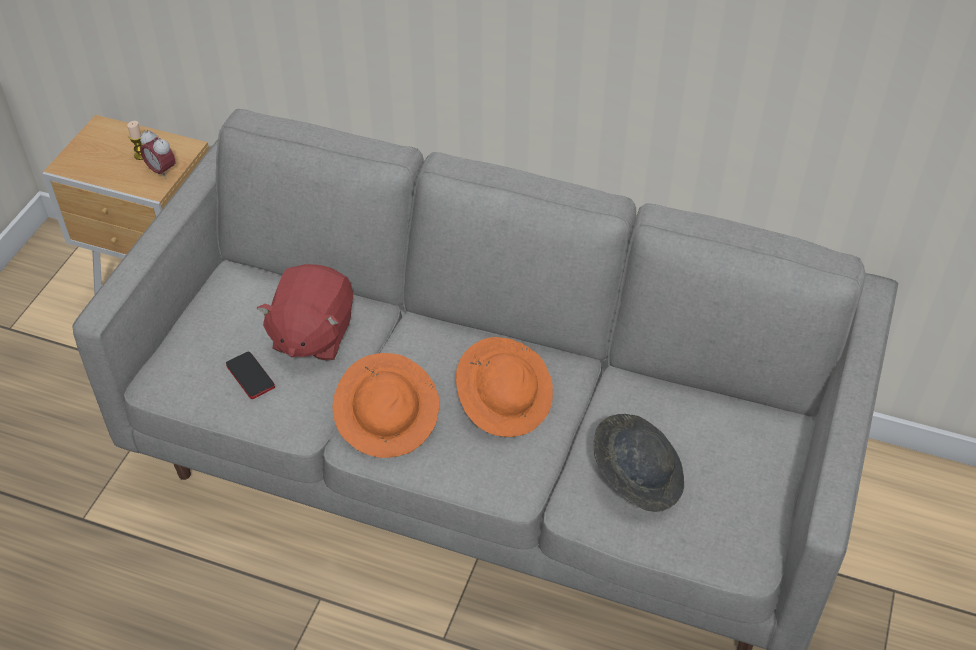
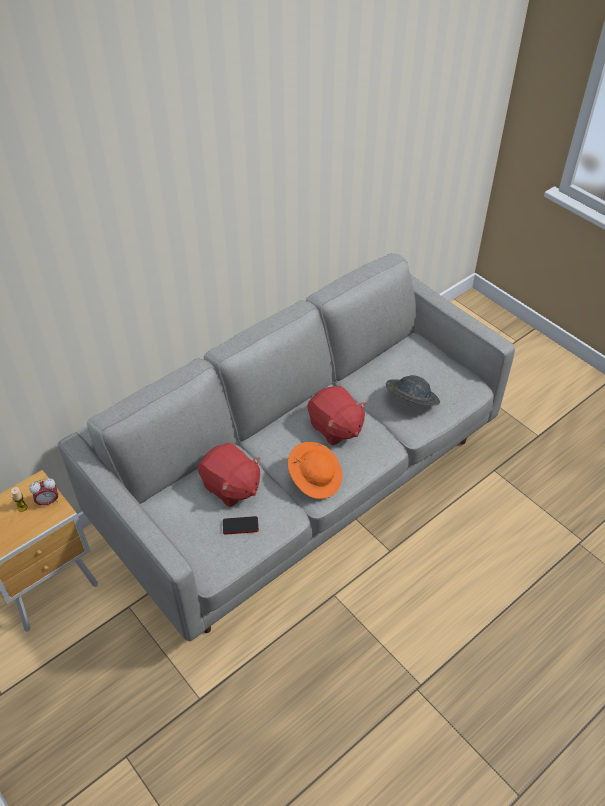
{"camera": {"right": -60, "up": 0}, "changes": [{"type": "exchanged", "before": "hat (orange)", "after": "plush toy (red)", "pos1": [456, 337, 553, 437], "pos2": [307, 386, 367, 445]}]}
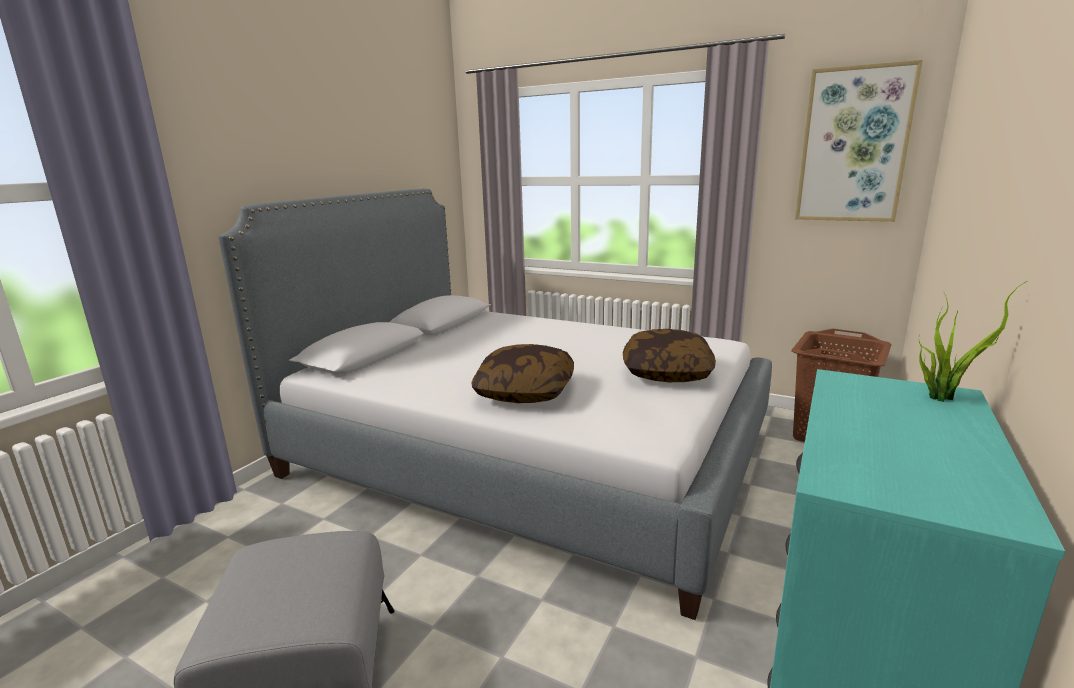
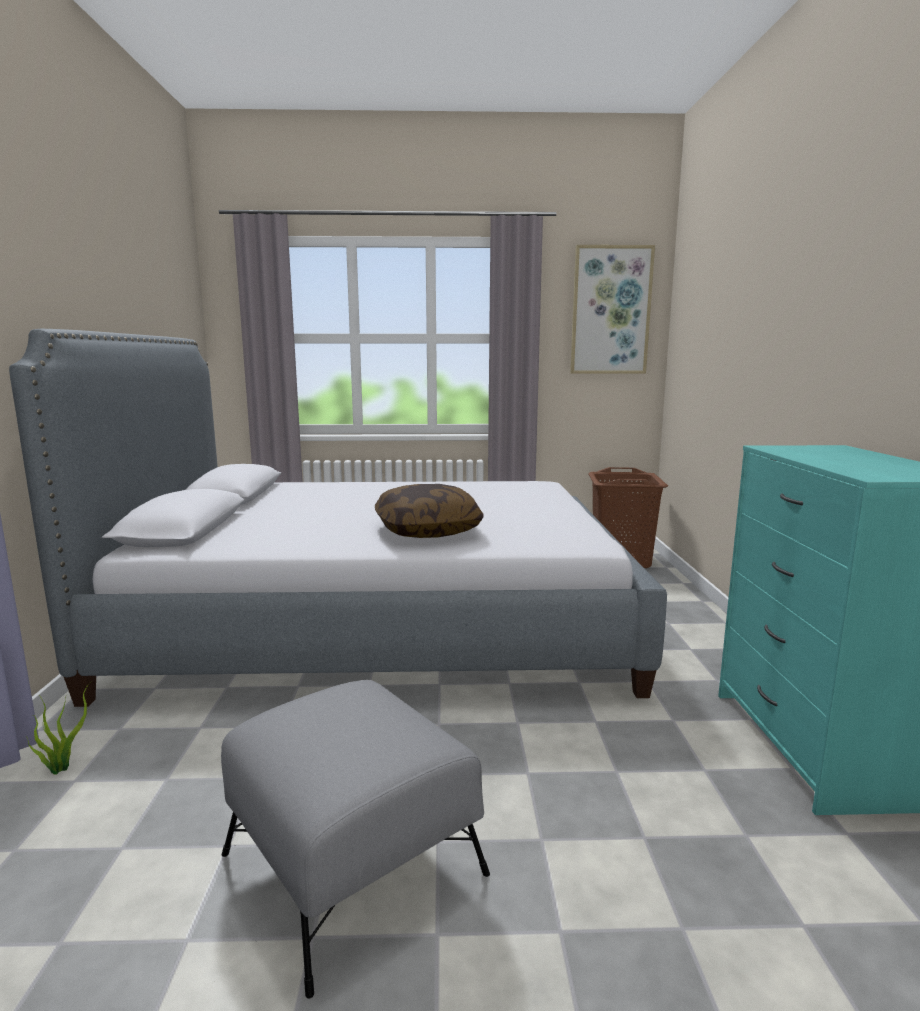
{"camera": {"right": -30, "up": -5}, "changes": [{"type": "missing", "before": "pillow", "pos1": [623, 329, 716, 382]}, {"type": "relocated", "before": "potted plant", "pos1": [919, 281, 1027, 402], "pos2": [26, 681, 92, 774]}]}
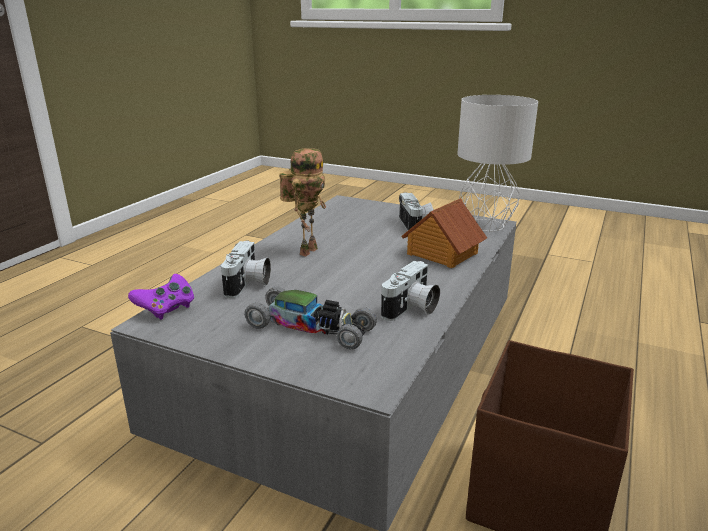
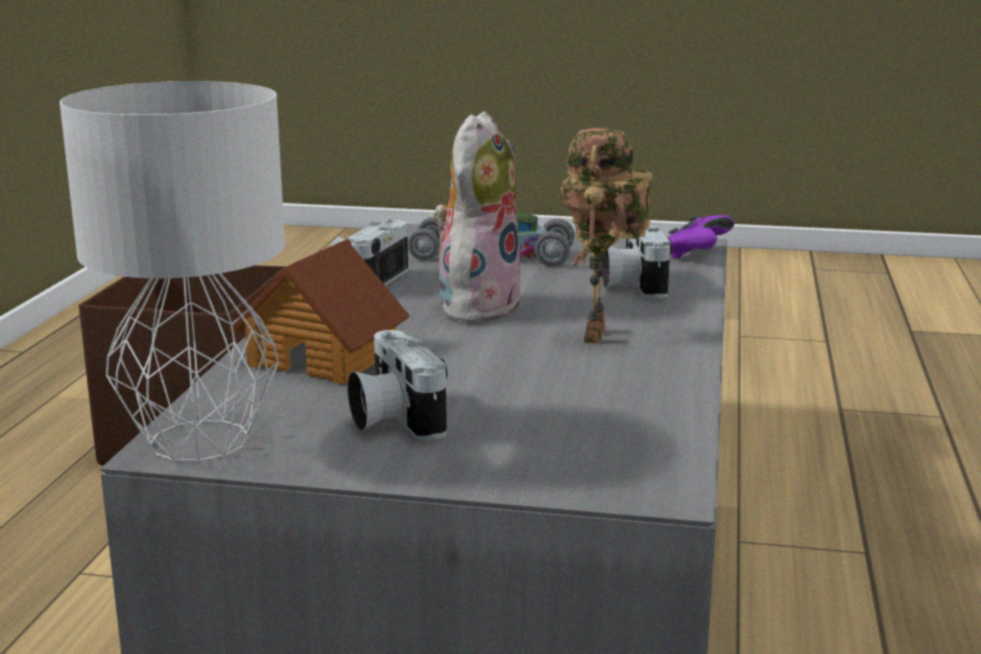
{"camera": {"right": 165, "up": -5}, "changes": [{"type": "appeared", "after": "plush toy", "pos2": [434, 111, 523, 323]}]}
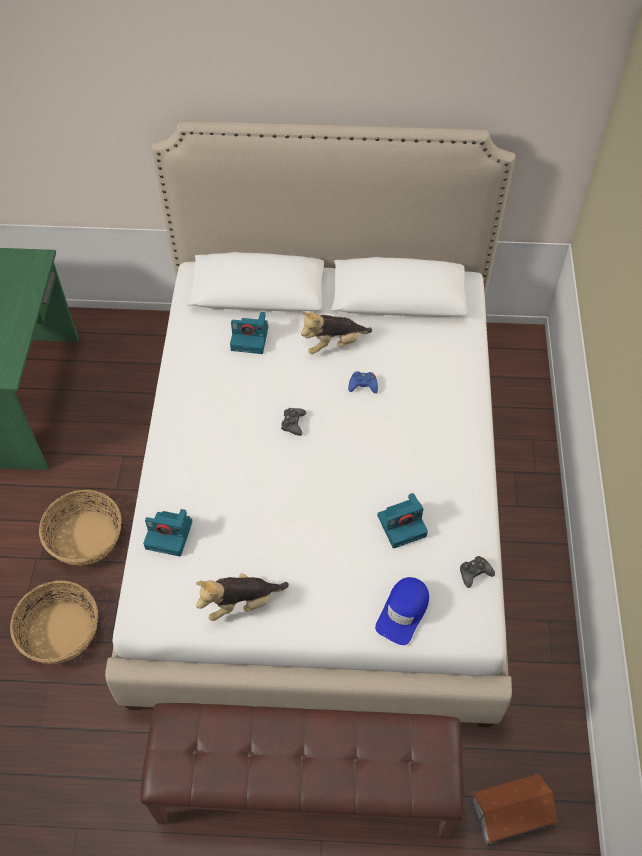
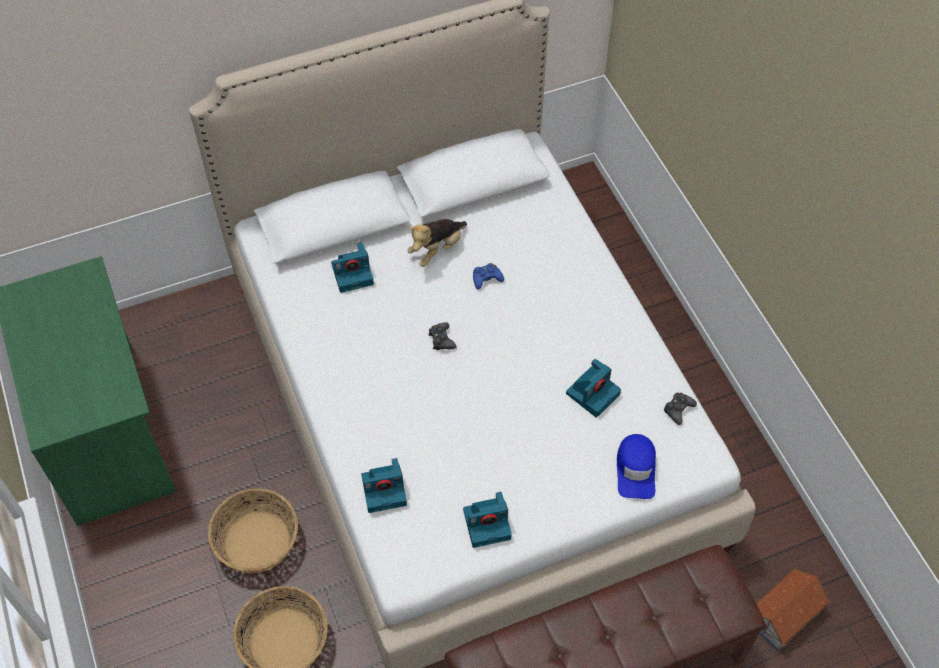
{"camera": {"right": -25, "up": 0}, "changes": [{"type": "exchanged", "before": "plush toy", "after": "photo camera", "pos1": [196, 573, 289, 621], "pos2": [463, 492, 512, 548]}]}
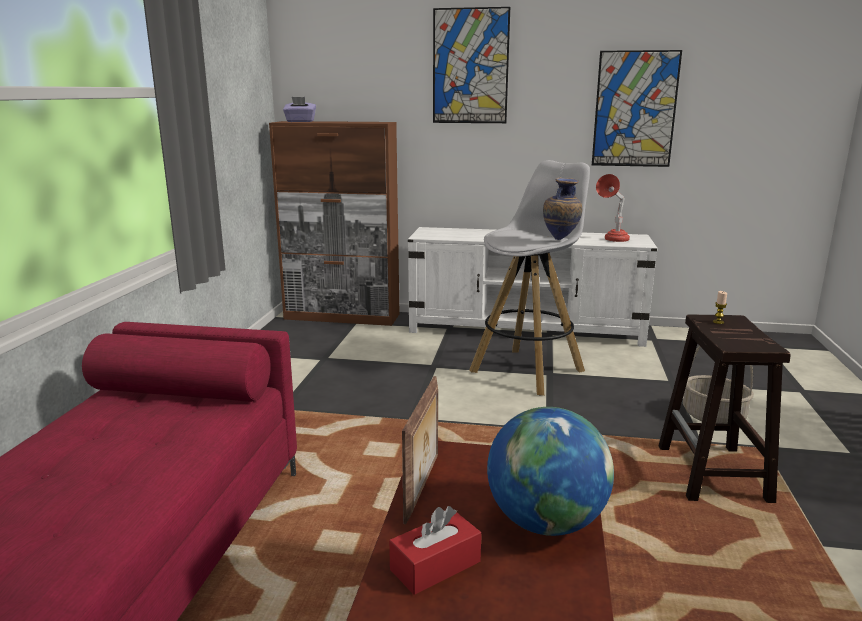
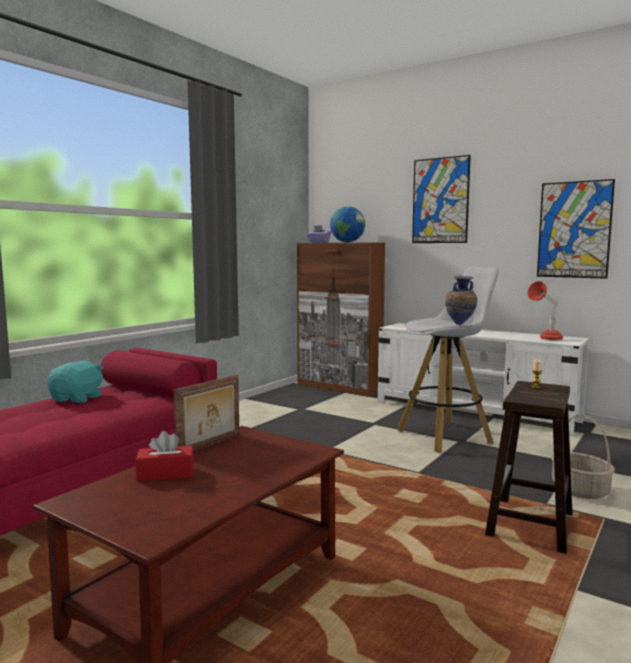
{"camera": {"right": 25, "up": -10}, "changes": [{"type": "relocated", "before": "globe", "pos1": [487, 407, 614, 536], "pos2": [330, 206, 365, 243]}, {"type": "appeared", "after": "plush toy (turquoise)", "pos2": [47, 361, 104, 404]}]}
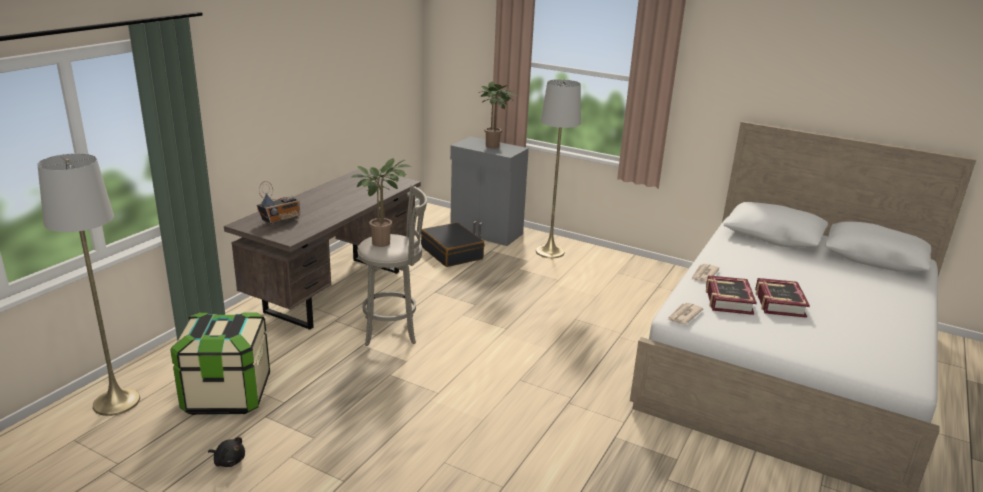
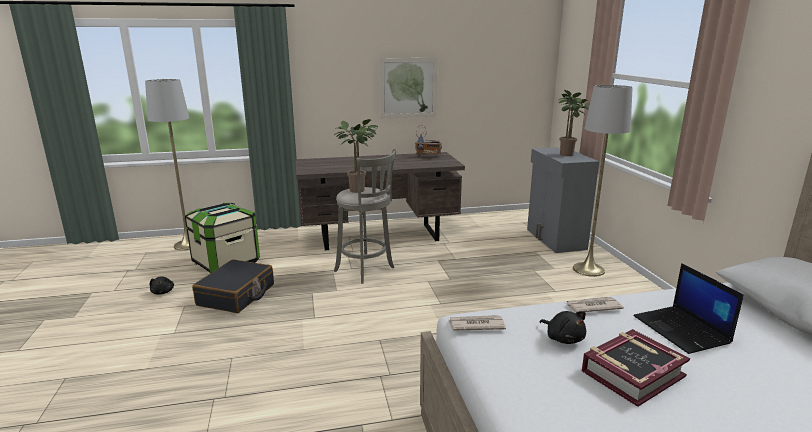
{"camera": {"right": 50, "up": -5}, "changes": [{"type": "relocated", "before": "radio", "pos1": [257, 181, 300, 226], "pos2": [415, 125, 442, 157]}, {"type": "relocated", "before": "suitcase (black)", "pos1": [421, 222, 485, 267], "pos2": [192, 259, 274, 313]}, {"type": "exchanged", "before": "book", "after": "plush toy (black)", "pos1": [706, 275, 757, 315], "pos2": [539, 311, 586, 344]}, {"type": "appeared", "after": "picture", "pos2": [380, 58, 437, 118]}, {"type": "appeared", "after": "laptop", "pos2": [633, 263, 744, 354]}]}
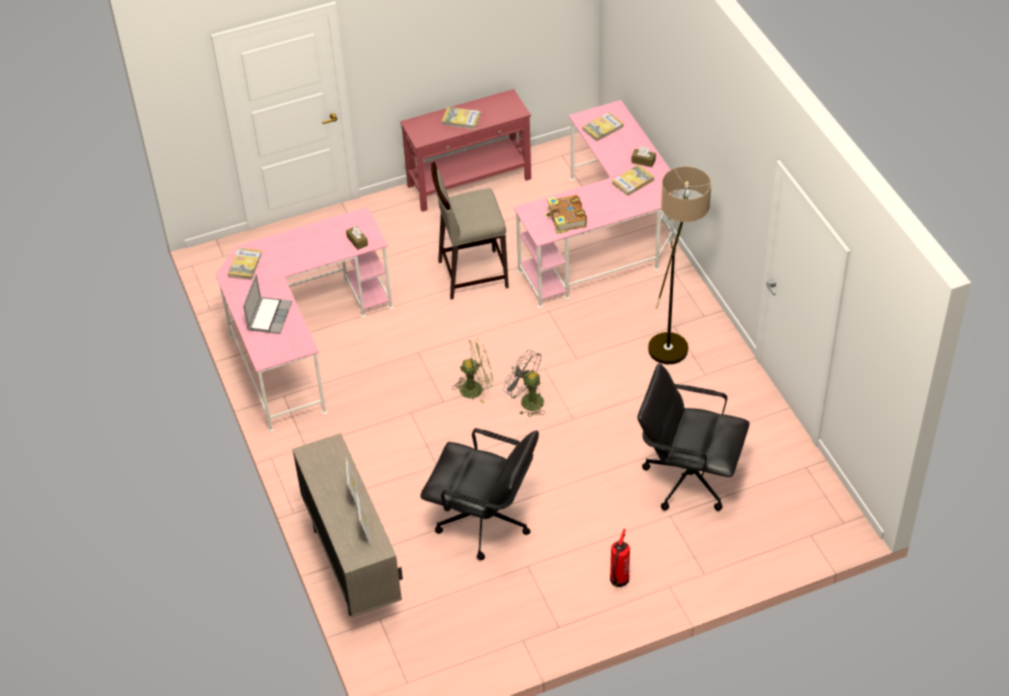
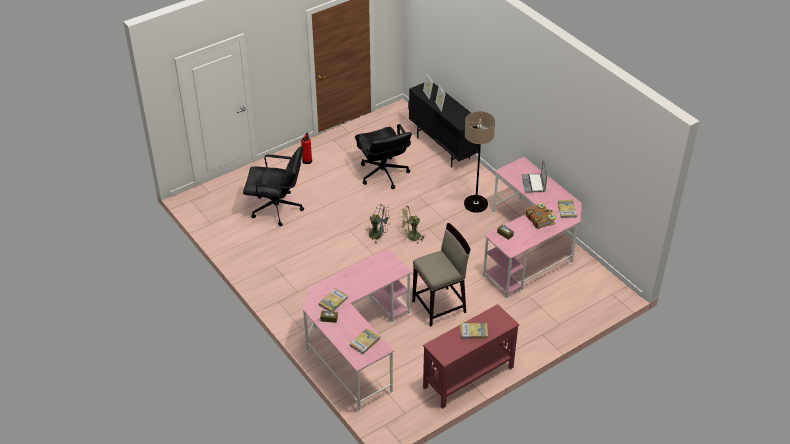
{"camera": {"right": 165, "up": -5}, "changes": [{"type": "colour", "before": "cabinet (beige)", "after": "cabinet (black)", "pos1": [292, 433, 403, 617], "pos2": [408, 82, 479, 168]}, {"type": "spun", "before": "office chair (black)", "pos1": [420, 428, 539, 560], "pos2": [355, 124, 412, 189], "turn": -120}, {"type": "relocated", "before": "book", "pos1": [545, 194, 587, 234], "pos2": [525, 203, 556, 229]}, {"type": "relocated", "before": "floor lamp", "pos1": [648, 166, 711, 364], "pos2": [464, 111, 495, 213]}]}
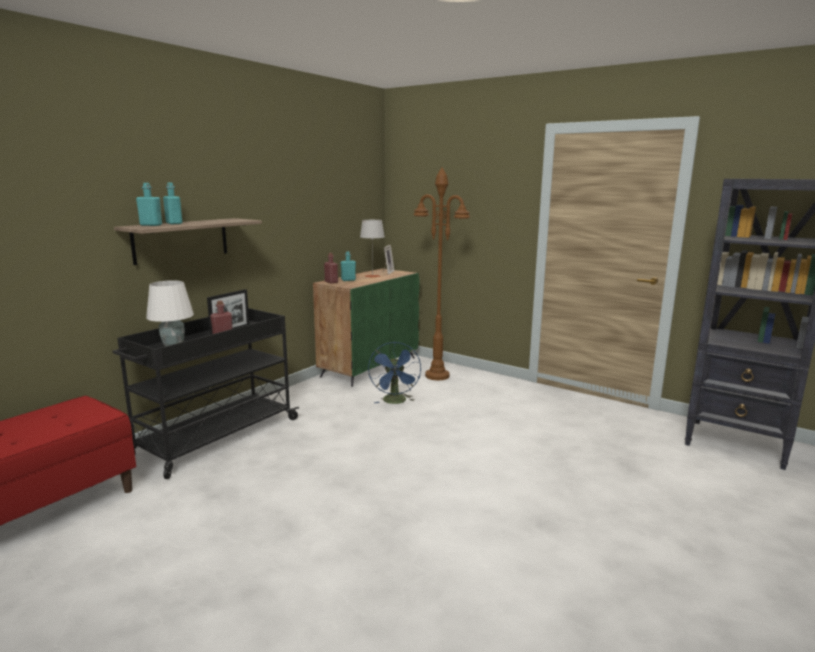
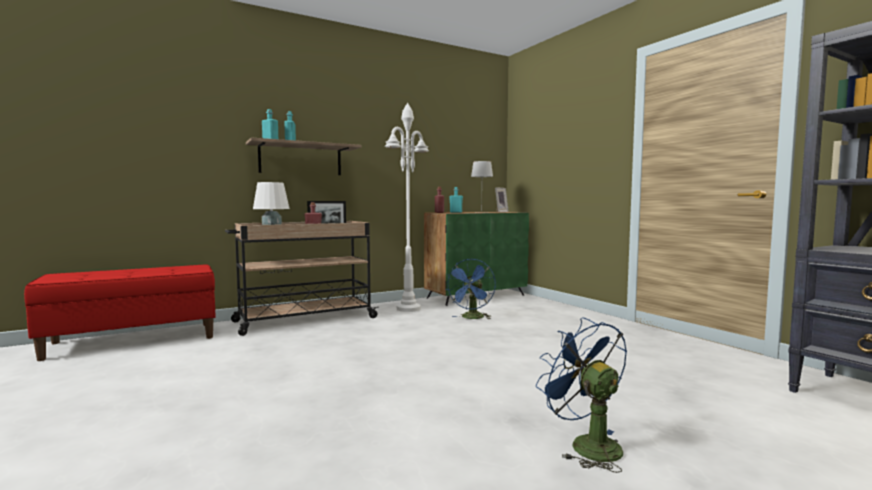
{"camera": {"right": 25, "up": -10}, "changes": [{"type": "colour", "before": "cart (black)", "after": "cart (beige)", "pos1": [112, 308, 299, 479], "pos2": [225, 221, 378, 336]}, {"type": "missing", "before": "floor lamp (brown)", "pos1": [413, 167, 470, 380]}, {"type": "appeared", "after": "floor lamp (white)", "pos2": [385, 103, 429, 312]}, {"type": "appeared", "after": "fan (blue)", "pos2": [536, 317, 627, 473]}]}
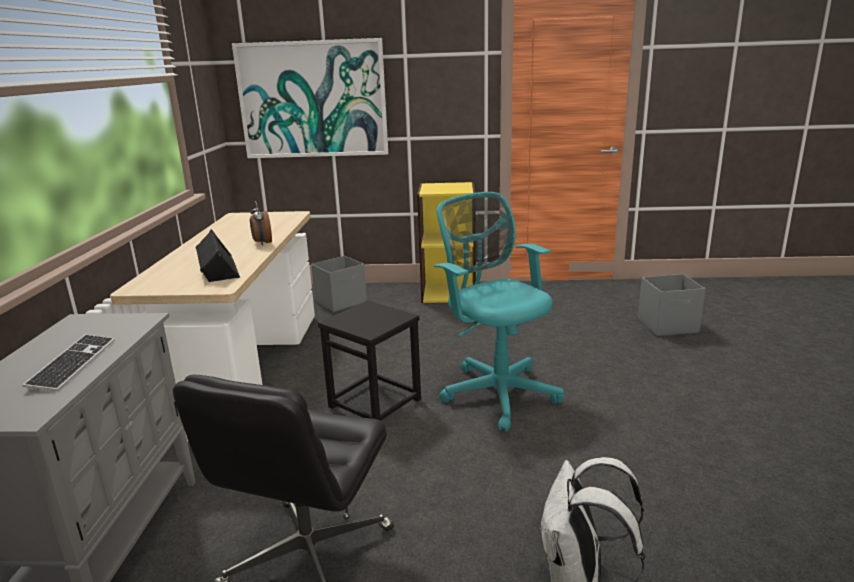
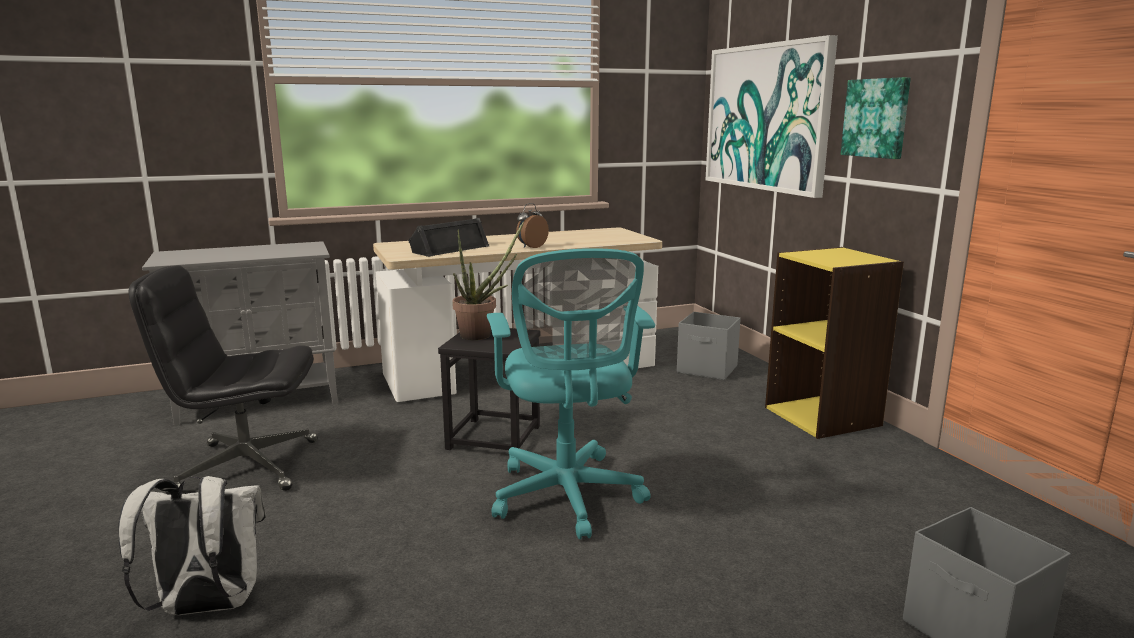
{"camera": {"right": 65, "up": -5}, "changes": [{"type": "missing", "before": "keyboard", "pos1": [22, 335, 115, 391]}, {"type": "spun", "before": "office chair (turquoise)", "pos1": [434, 192, 564, 432], "pos2": [487, 248, 655, 539], "turn": 135}, {"type": "appeared", "after": "potted plant", "pos2": [452, 222, 524, 340]}, {"type": "appeared", "after": "picture", "pos2": [841, 77, 911, 159]}]}
